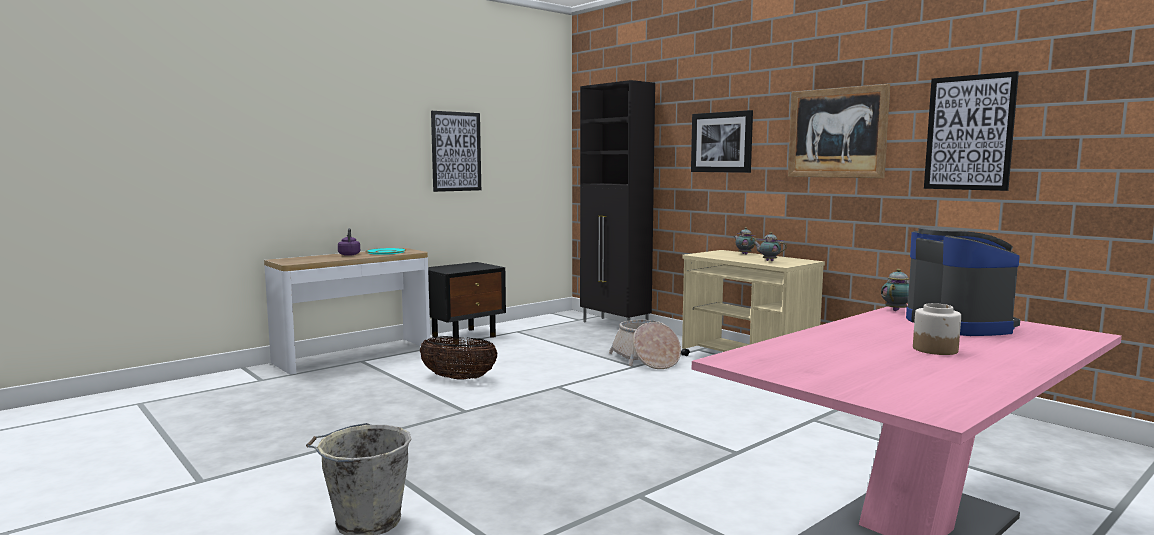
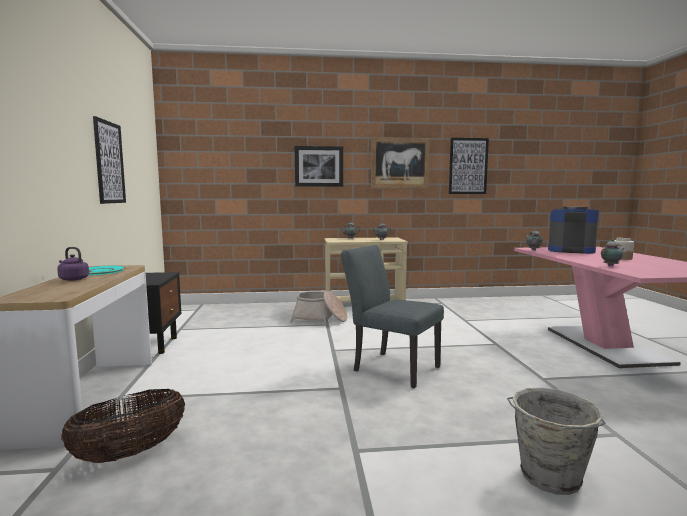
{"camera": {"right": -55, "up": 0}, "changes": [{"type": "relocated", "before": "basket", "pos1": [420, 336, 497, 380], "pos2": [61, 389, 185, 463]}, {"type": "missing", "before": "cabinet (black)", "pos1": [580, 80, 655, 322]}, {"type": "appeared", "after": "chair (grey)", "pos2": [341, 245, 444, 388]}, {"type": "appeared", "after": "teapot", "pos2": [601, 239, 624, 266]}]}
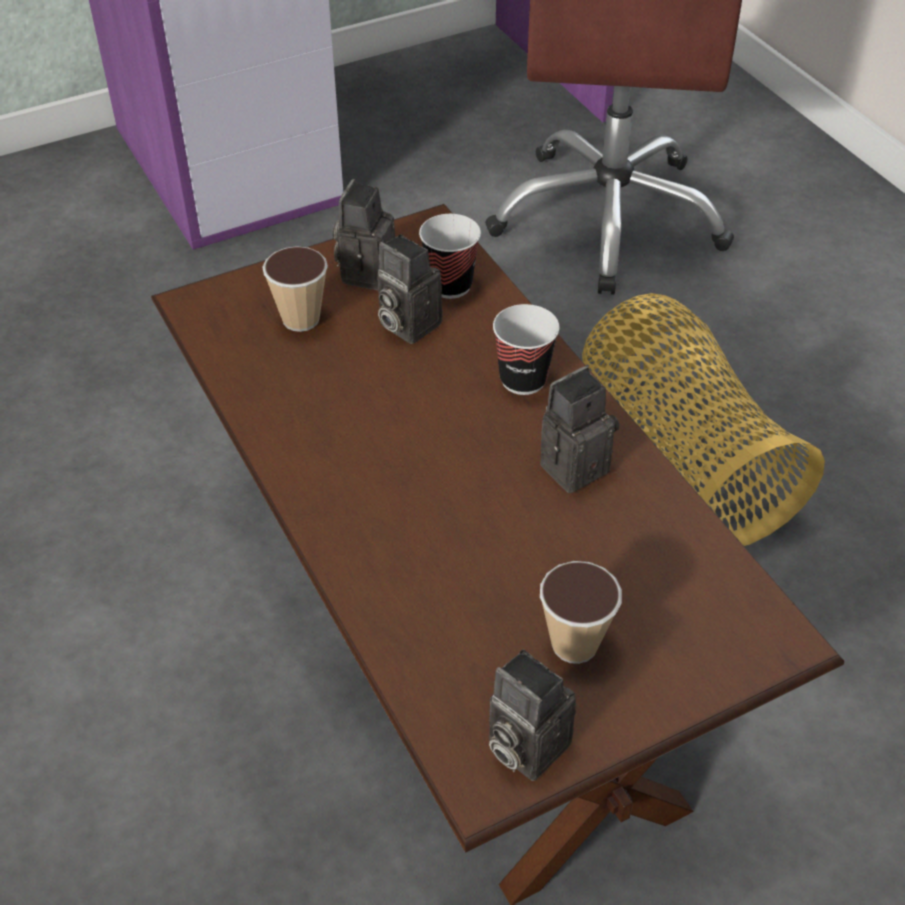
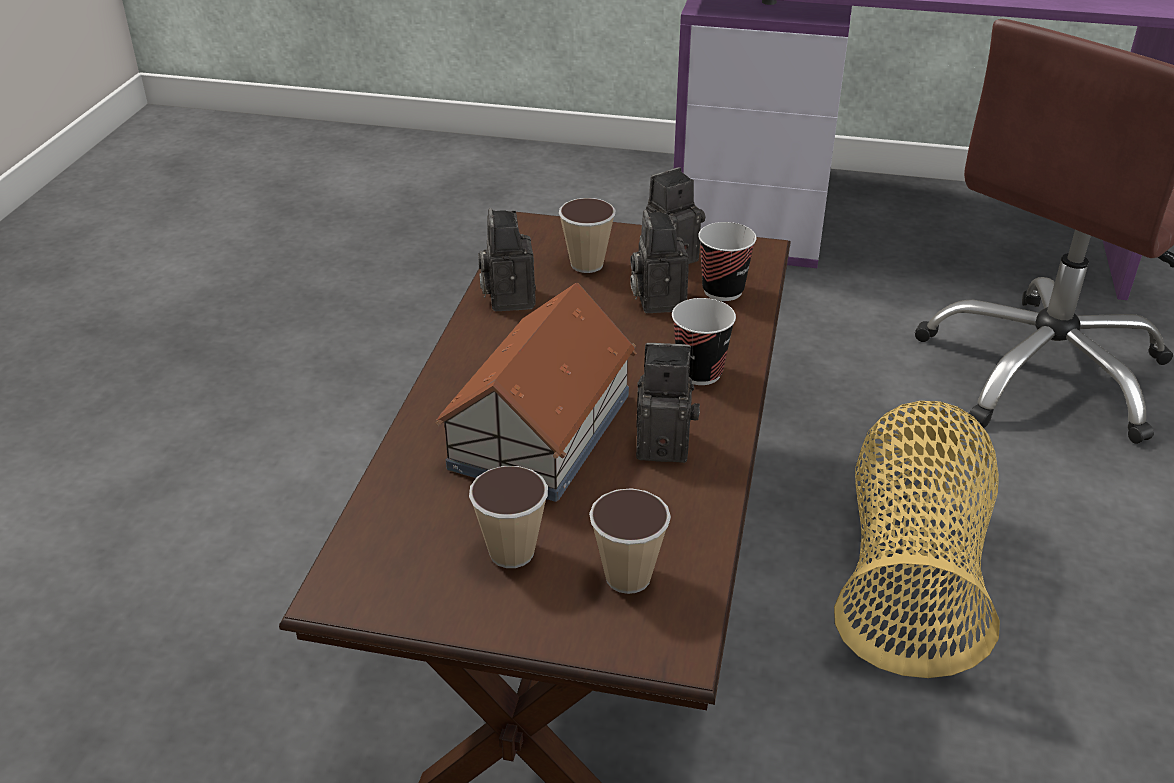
{"camera": {"right": 40, "up": -10}, "changes": [{"type": "relocated", "before": "photo camera", "pos1": [489, 649, 576, 781], "pos2": [478, 208, 536, 311]}, {"type": "appeared", "after": "toy house", "pos2": [436, 283, 636, 502]}, {"type": "appeared", "after": "cup", "pos2": [589, 488, 671, 594]}]}
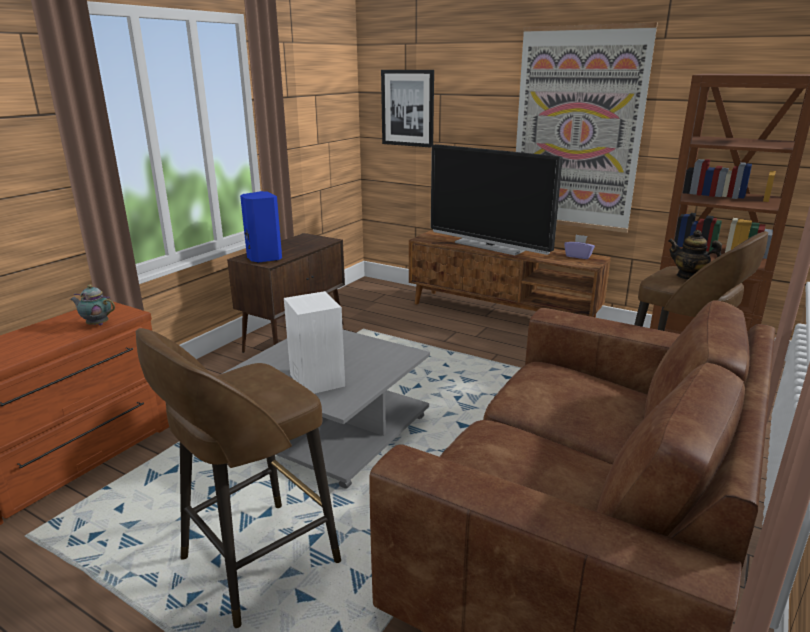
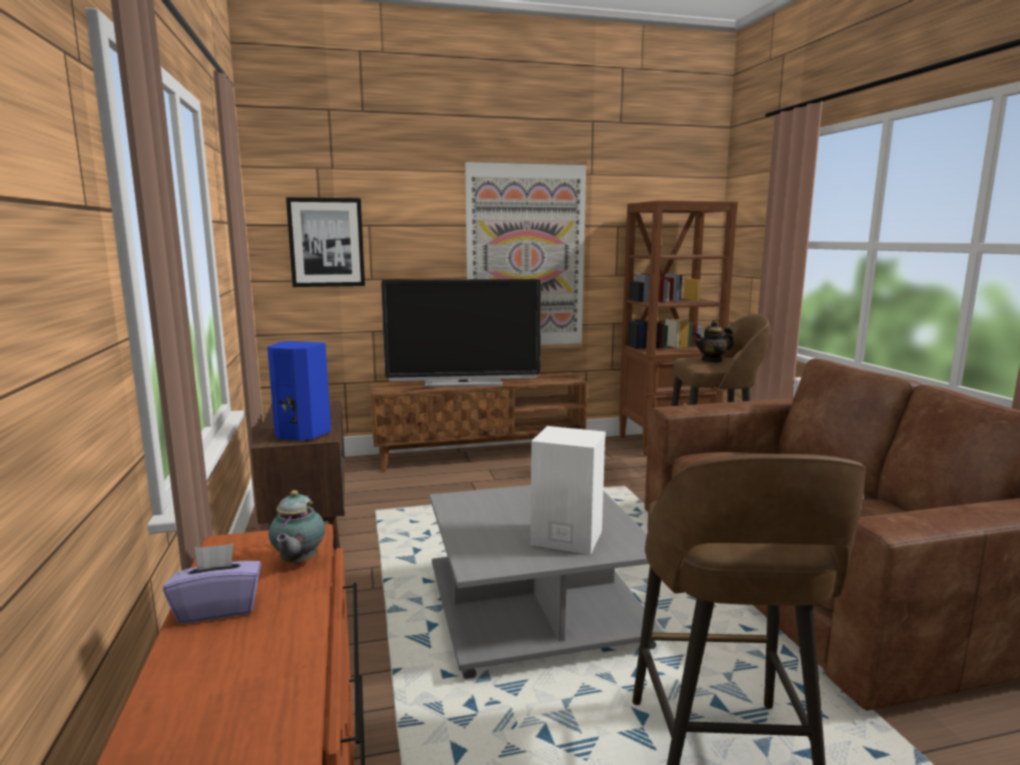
{"camera": {"right": -45, "up": -10}, "changes": [{"type": "spun", "before": "teapot", "pos1": [70, 285, 115, 325], "pos2": [268, 490, 325, 565], "turn": -60}, {"type": "relocated", "before": "tissue box (purple)", "pos1": [564, 235, 595, 259], "pos2": [163, 543, 261, 624]}]}
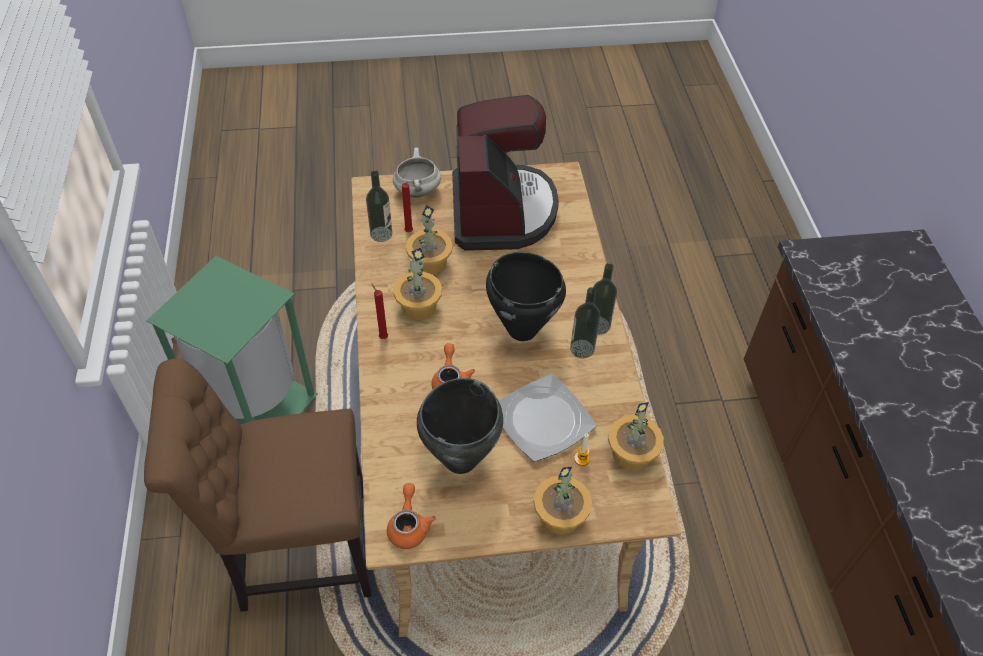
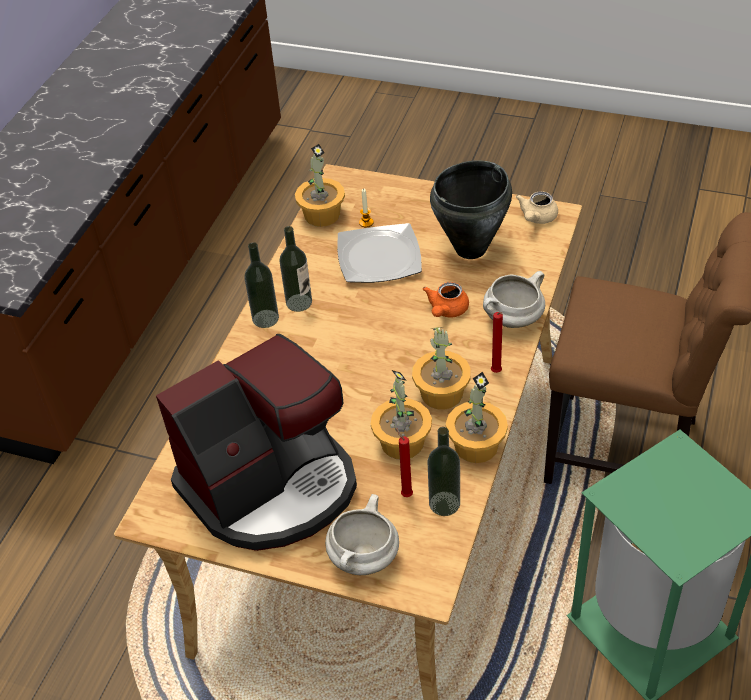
{"camera": {"right": -150, "up": -5}, "changes": [{"type": "colour", "before": "teapot (orange)", "after": "teapot (beige)", "pos1": [387, 483, 436, 549], "pos2": [516, 191, 558, 224]}, {"type": "spun", "before": "coffee machine", "pos1": [452, 95, 559, 251], "pos2": [156, 334, 357, 551], "turn": -150}, {"type": "missing", "before": "cooking pot (black)", "pos1": [486, 252, 566, 341]}, {"type": "relocated", "before": "potted plant", "pos1": [534, 467, 592, 535], "pos2": [446, 372, 508, 463]}, {"type": "appeared", "after": "cooking pot (white)", "pos2": [483, 271, 545, 328]}]}
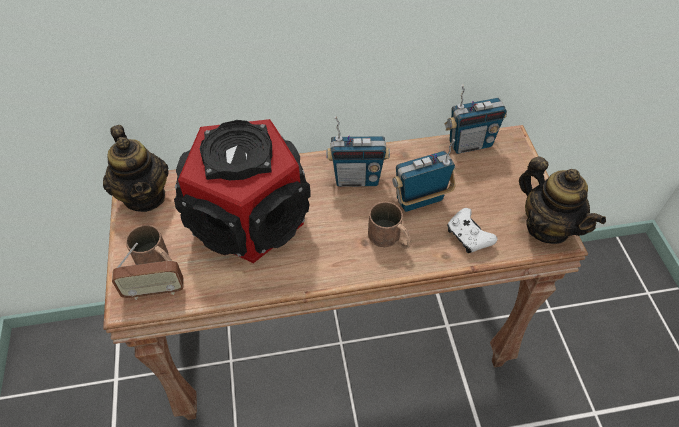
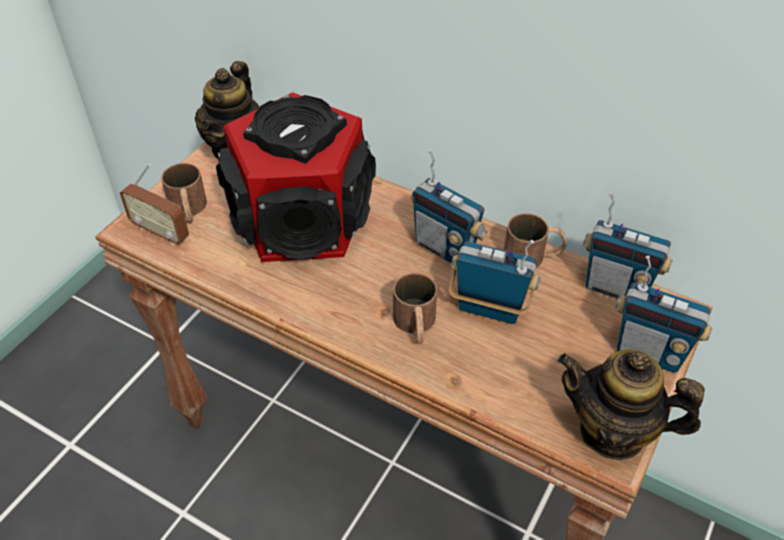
{"camera": {"right": 40, "up": -5}, "changes": [{"type": "missing", "before": "game controller (white)", "pos1": [447, 208, 497, 253]}, {"type": "spun", "before": "teapot", "pos1": [519, 156, 606, 244], "pos2": [558, 349, 705, 460], "turn": 105}, {"type": "appeared", "after": "mug (brown)", "pos2": [504, 213, 567, 268]}, {"type": "appeared", "after": "radio", "pos2": [615, 256, 712, 373]}]}
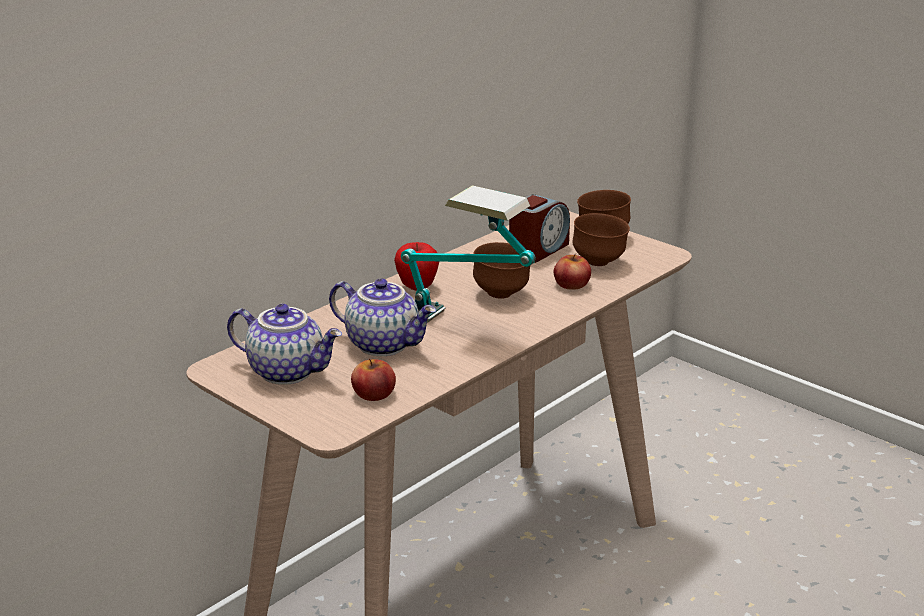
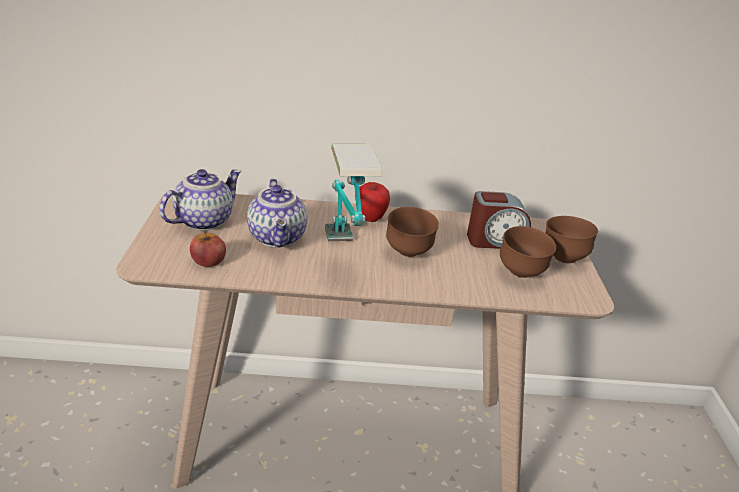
{"camera": {"right": 45, "up": 5}, "changes": [{"type": "spun", "before": "teapot", "pos1": [227, 304, 342, 385], "pos2": [160, 169, 242, 231], "turn": -120}, {"type": "missing", "before": "apple", "pos1": [554, 254, 591, 290]}]}
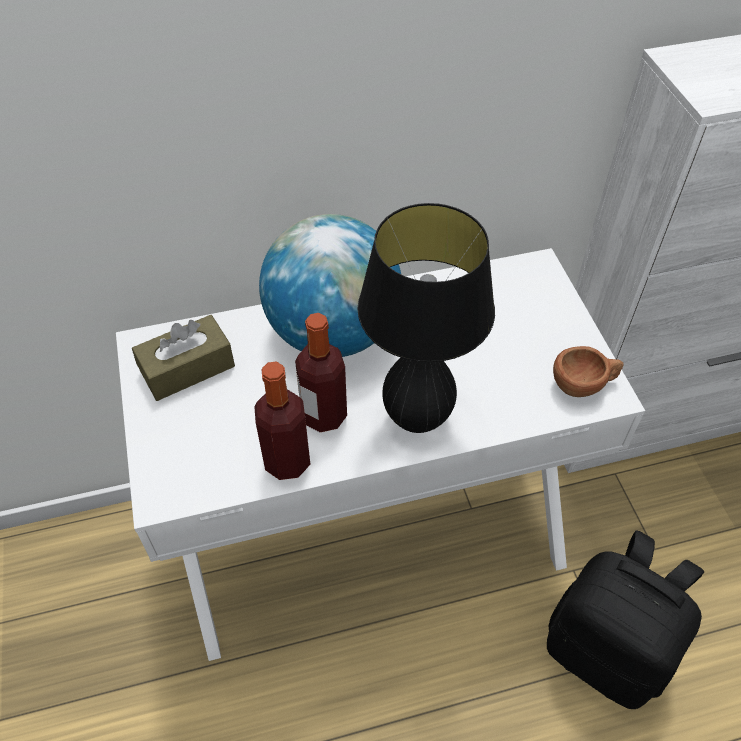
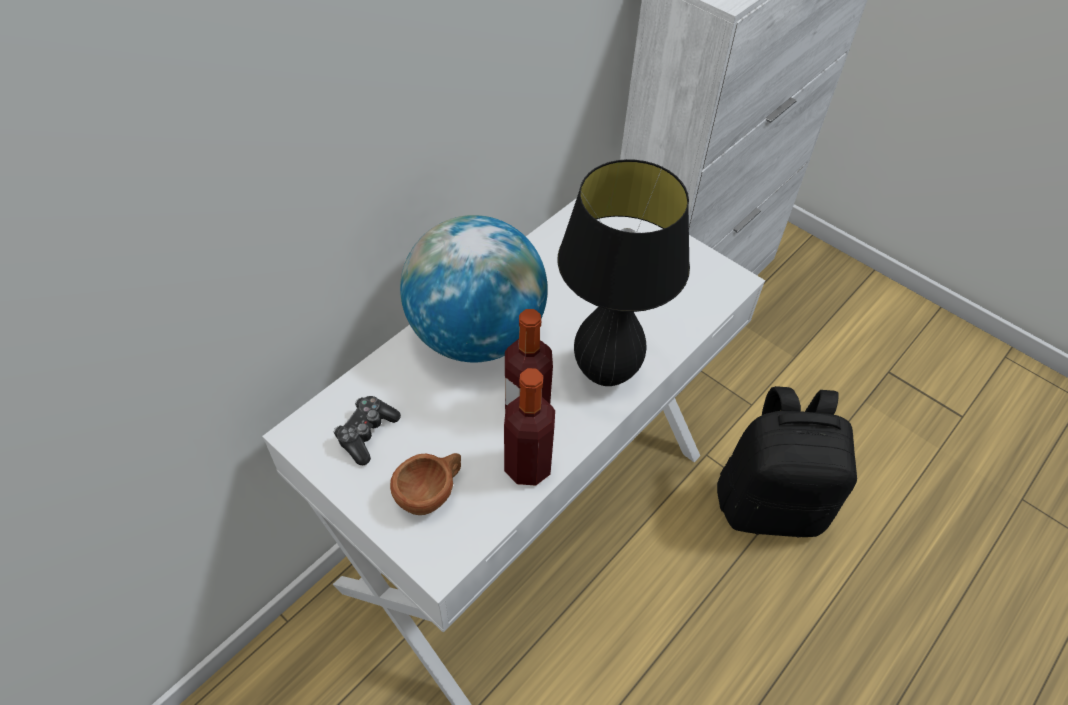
{"camera": {"right": -35, "up": 0}, "changes": [{"type": "exchanged", "before": "tissue box (brown)", "after": "game controller", "pos1": [132, 315, 235, 401], "pos2": [333, 396, 401, 465]}, {"type": "relocated", "before": "cup (brown)", "pos1": [553, 346, 624, 397], "pos2": [390, 453, 461, 515]}]}
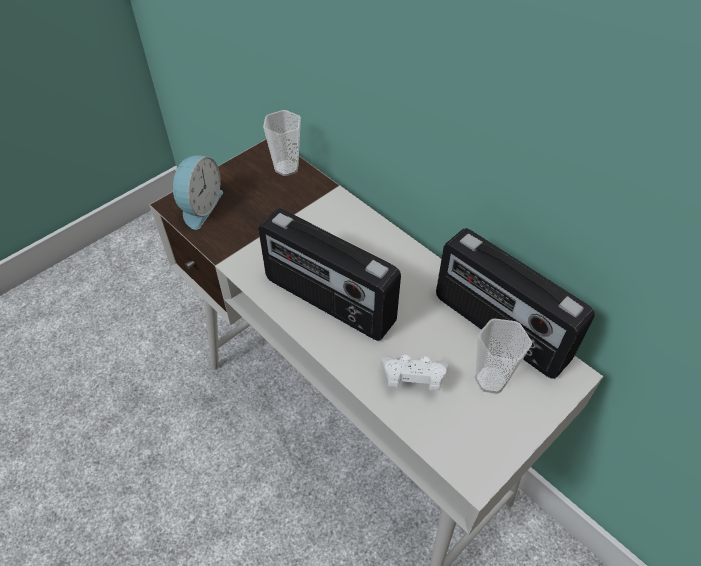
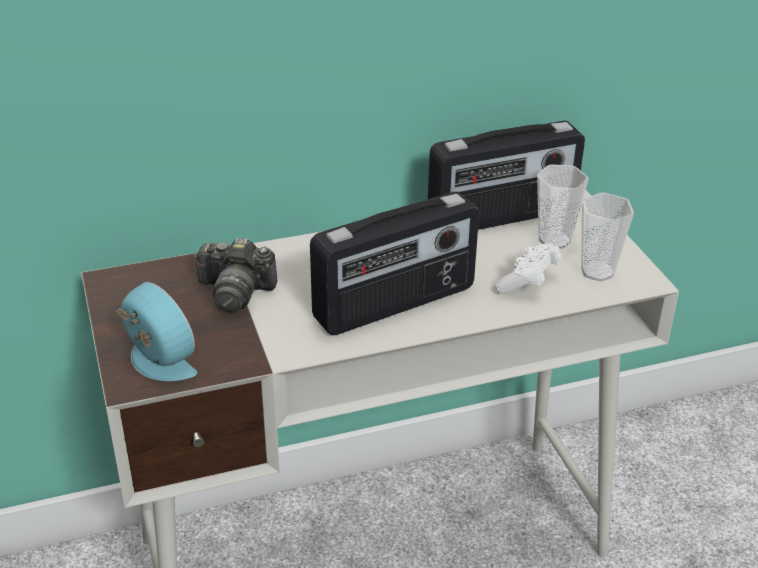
{"camera": {"right": -65, "up": -15}, "changes": [{"type": "relocated", "before": "cup", "pos1": [263, 110, 301, 176], "pos2": [581, 192, 634, 281]}, {"type": "appeared", "after": "photo camera", "pos2": [194, 238, 277, 313]}]}
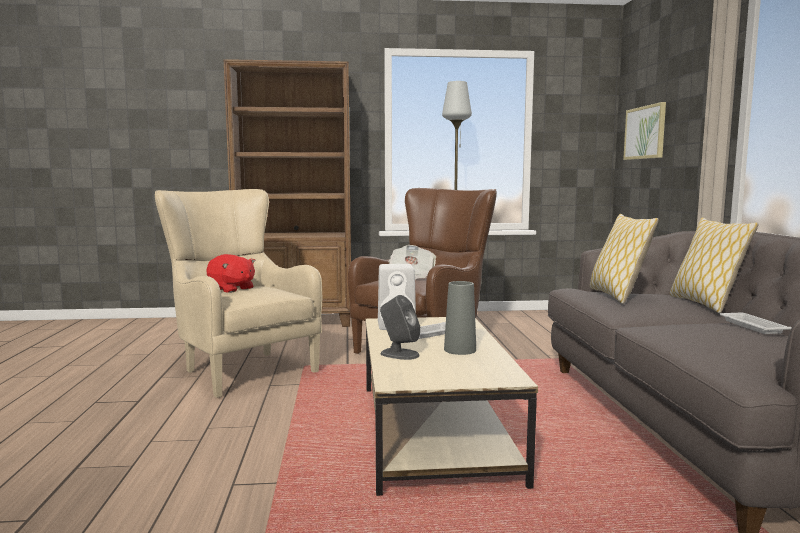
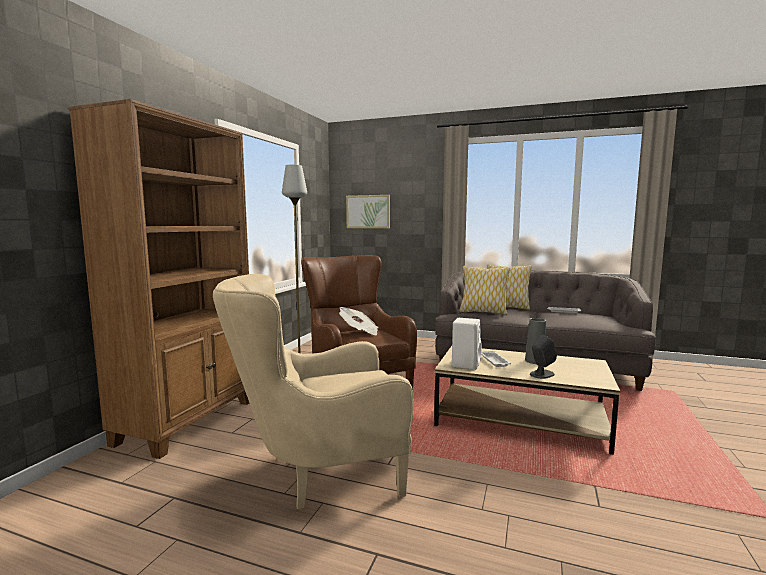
{"camera": {"right": -65, "up": 0}, "changes": [{"type": "missing", "before": "plush toy (red)", "pos1": [206, 254, 256, 293]}]}
